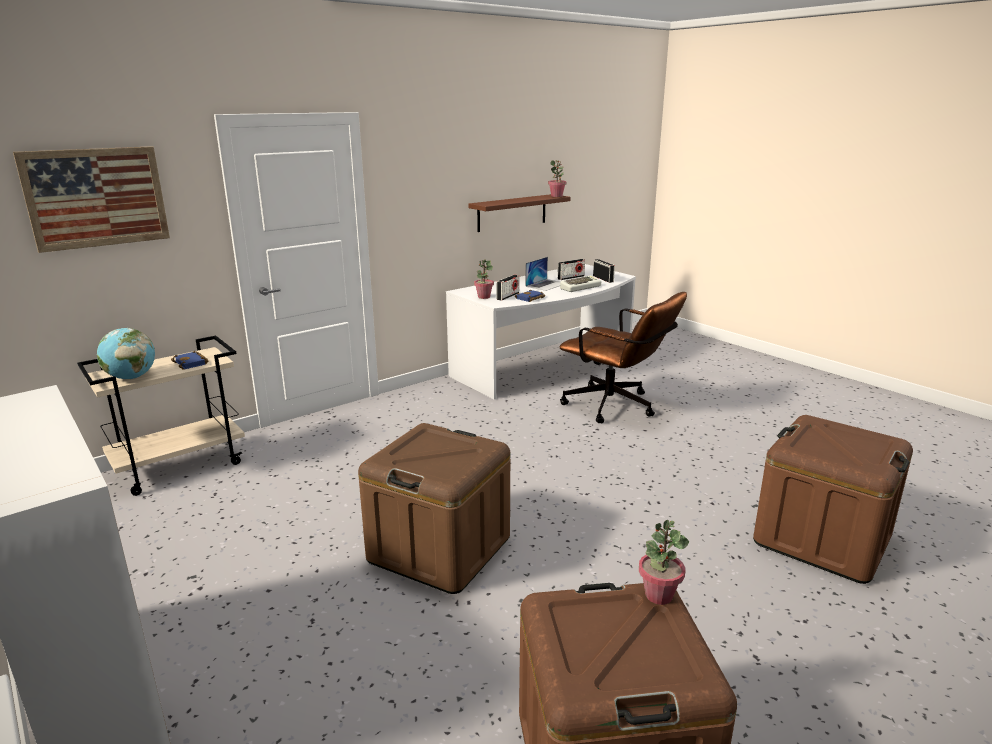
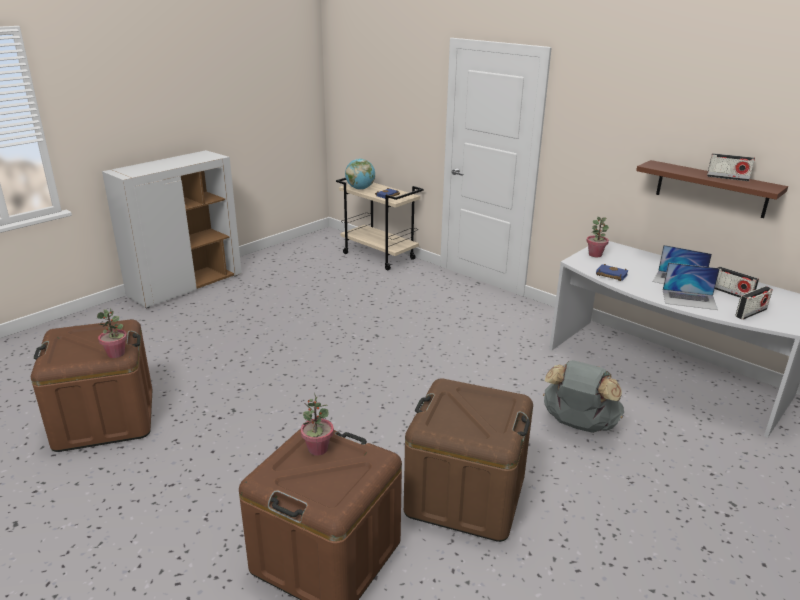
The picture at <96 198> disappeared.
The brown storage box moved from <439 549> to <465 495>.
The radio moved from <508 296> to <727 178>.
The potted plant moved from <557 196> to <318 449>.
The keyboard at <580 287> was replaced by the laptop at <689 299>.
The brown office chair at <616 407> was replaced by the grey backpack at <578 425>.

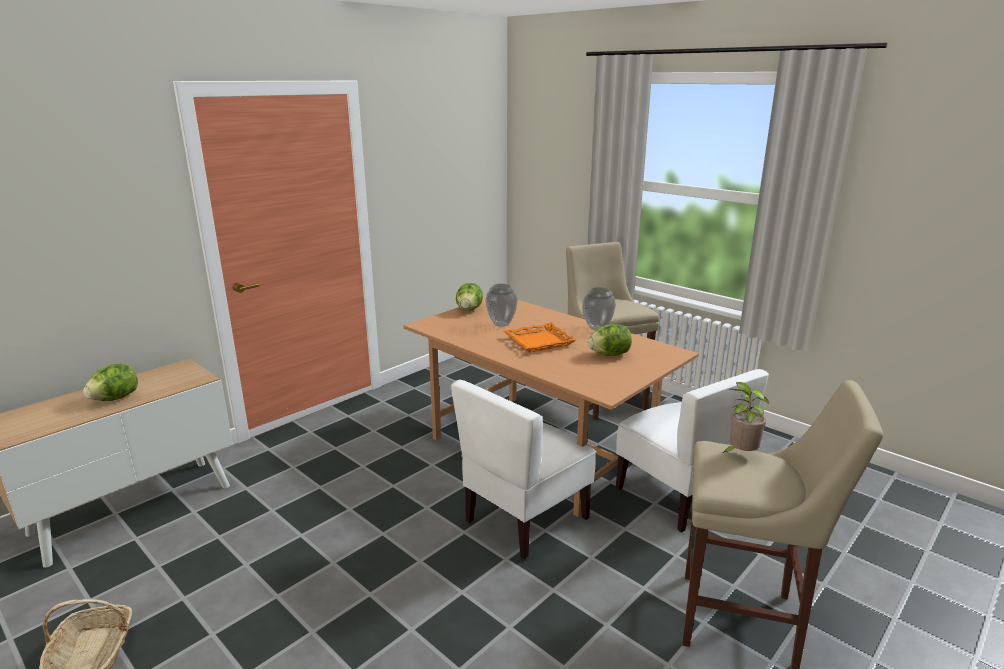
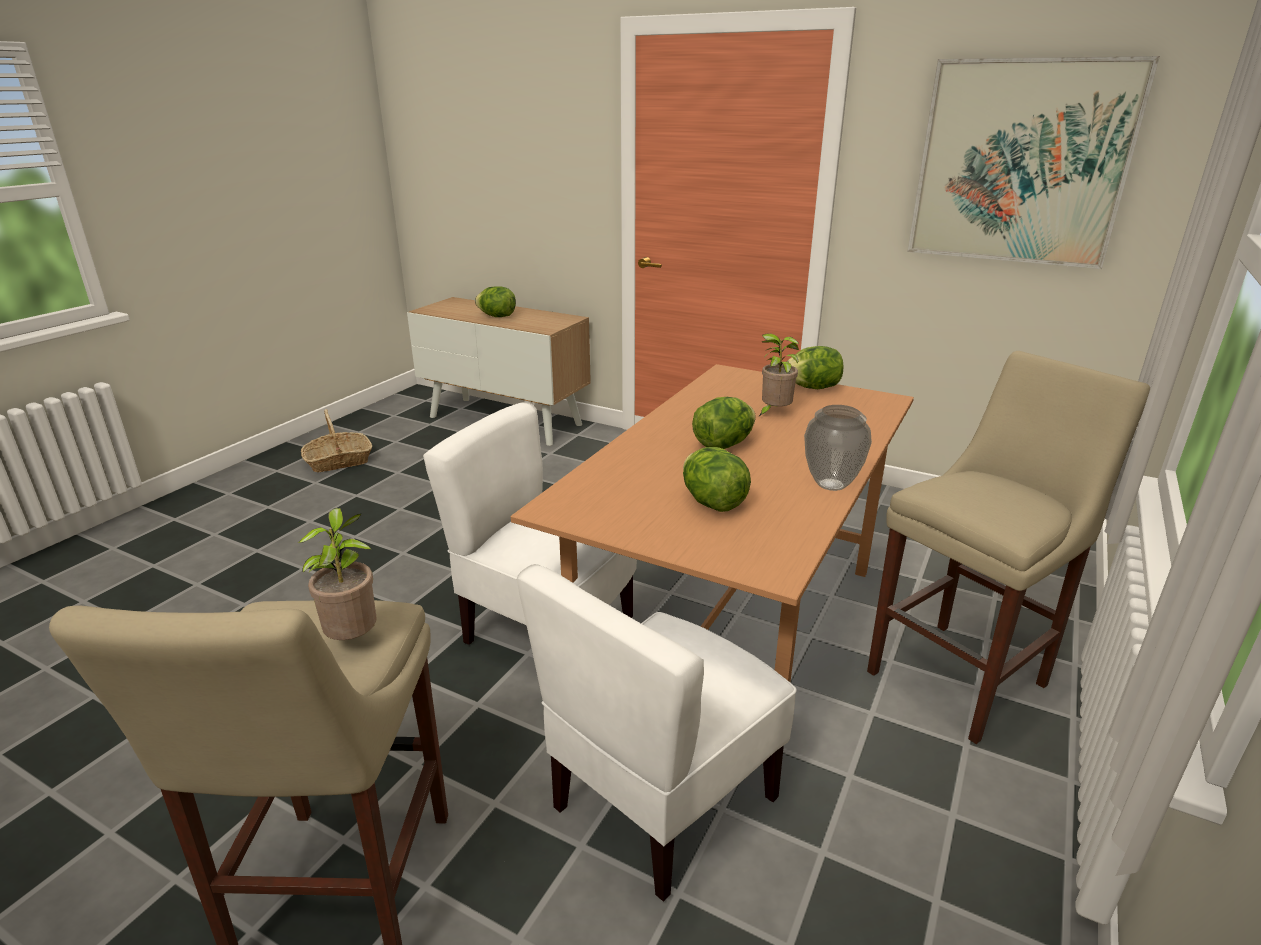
The picture at <1020 163> appeared.
The vase at <501 324> was replaced by the potted plant at <773 413>.
The orange tray at <539 342> was replaced by the lettuce at <723 445>.

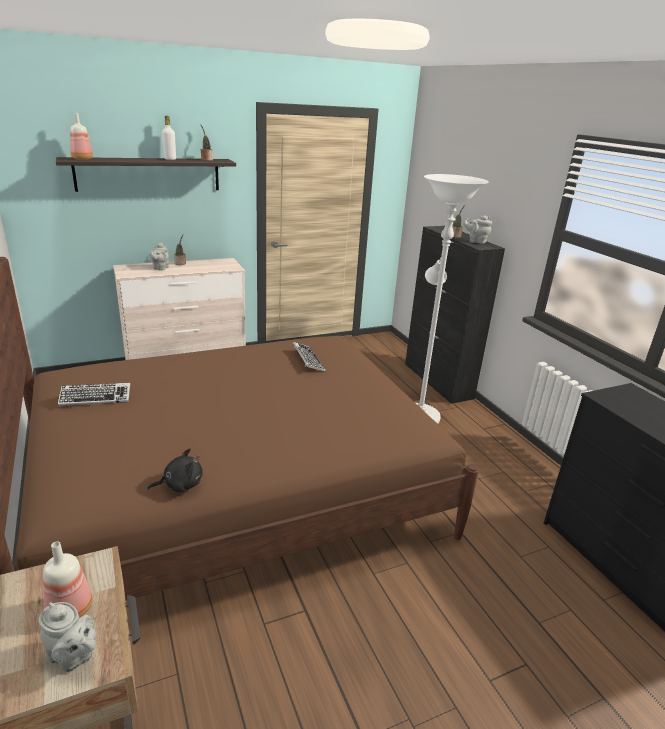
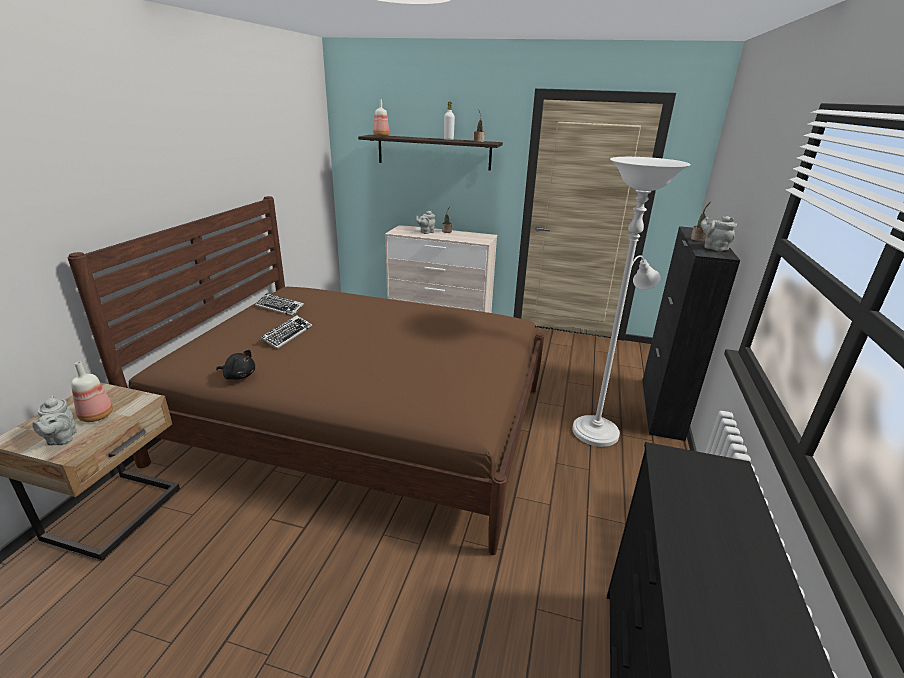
The keyboard moved from <308 360> to <287 335>.

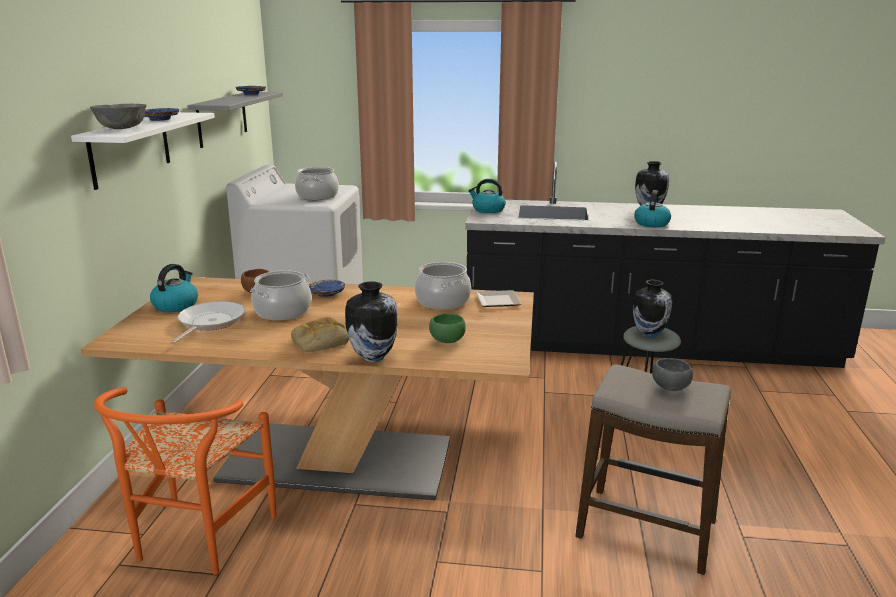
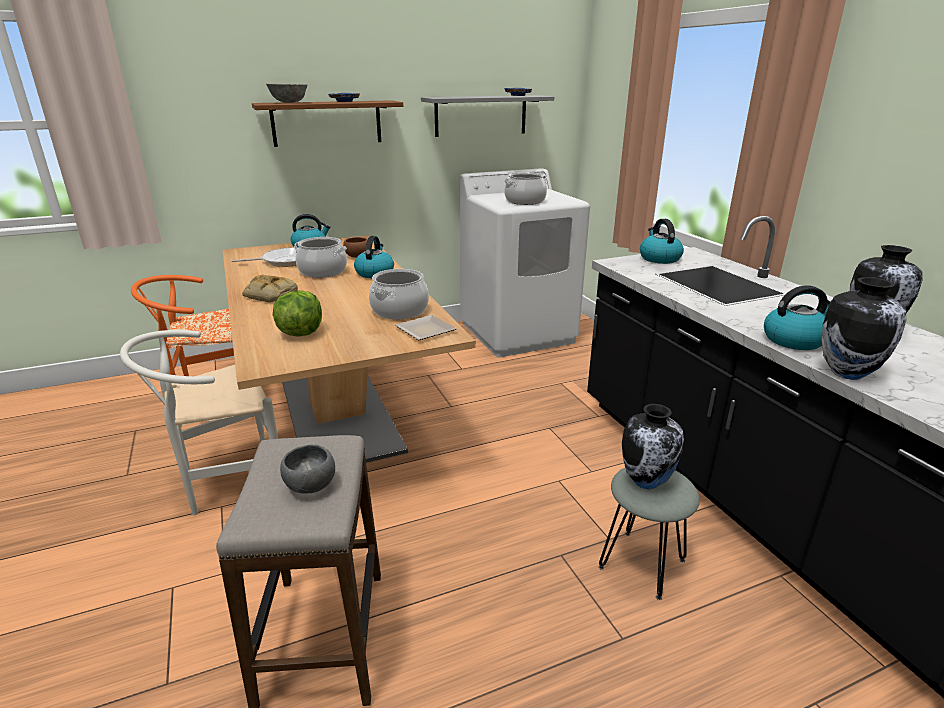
The white chair at <225 482> appeared.
The vase moved from <373 357> to <847 373>.
The blue plate at <326 294> was replaced by the kettle at <374 273>.
The green bowl at <447 341> was replaced by the lettuce at <300 333>.
The white shelf at <130 149> became the brown shelf at <327 123>.

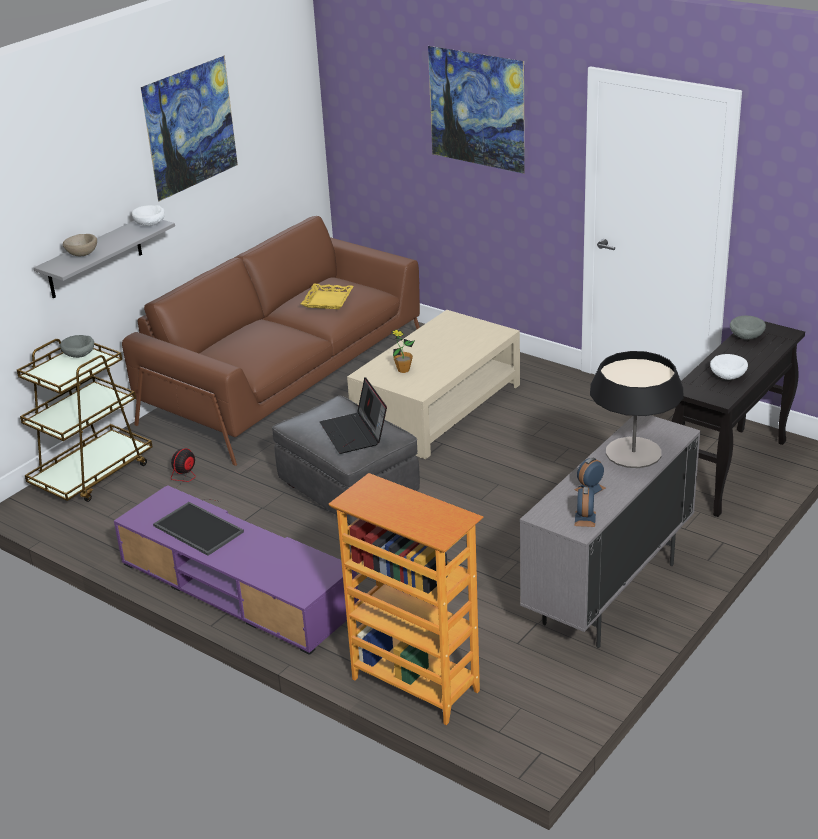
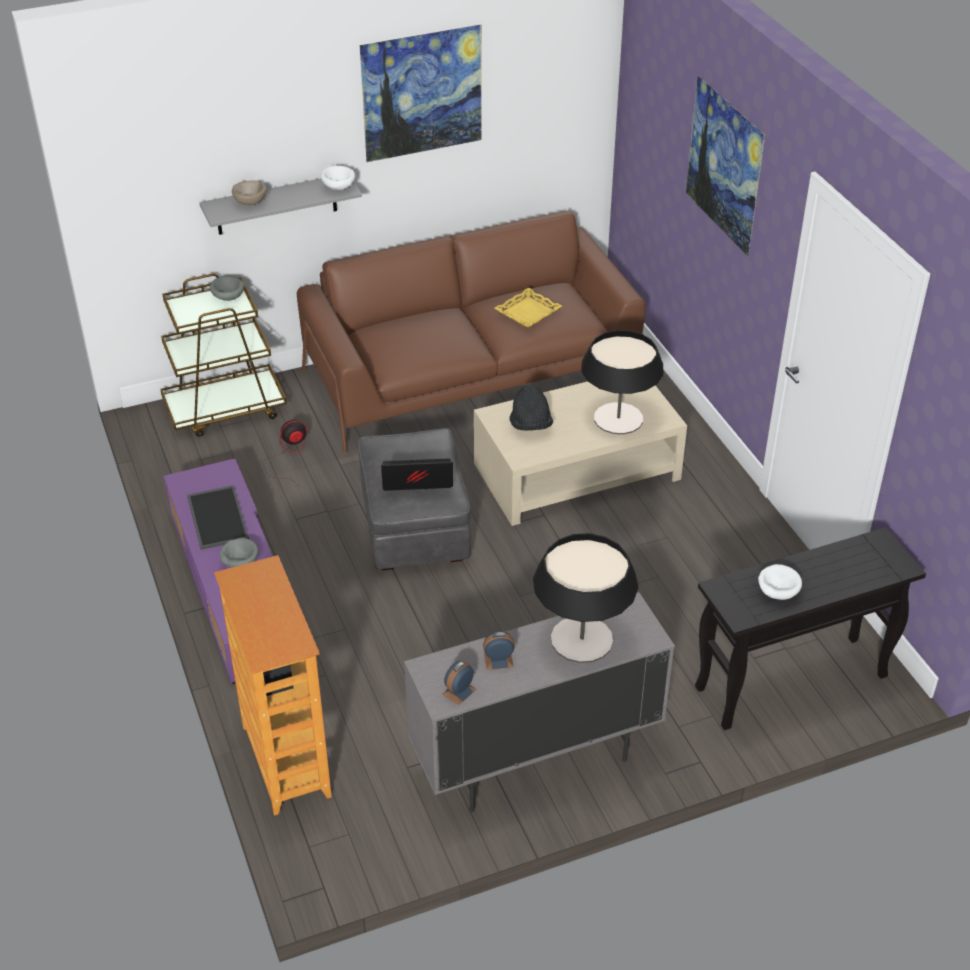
The table lamp at <618 418> appeared.
The grey bowl moved from <745 337> to <240 562>.
The potted plant at <403 370> was replaced by the black hat at <530 425>.
The laptop at <355 433> turned 75 degrees clockwise.

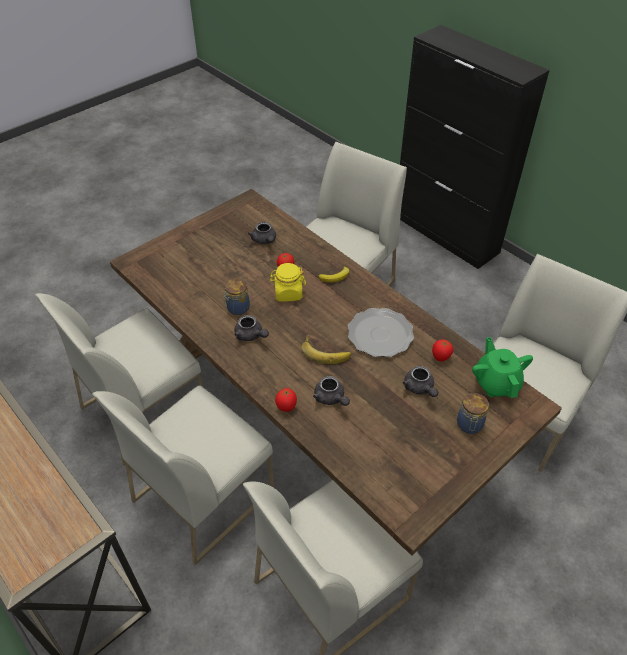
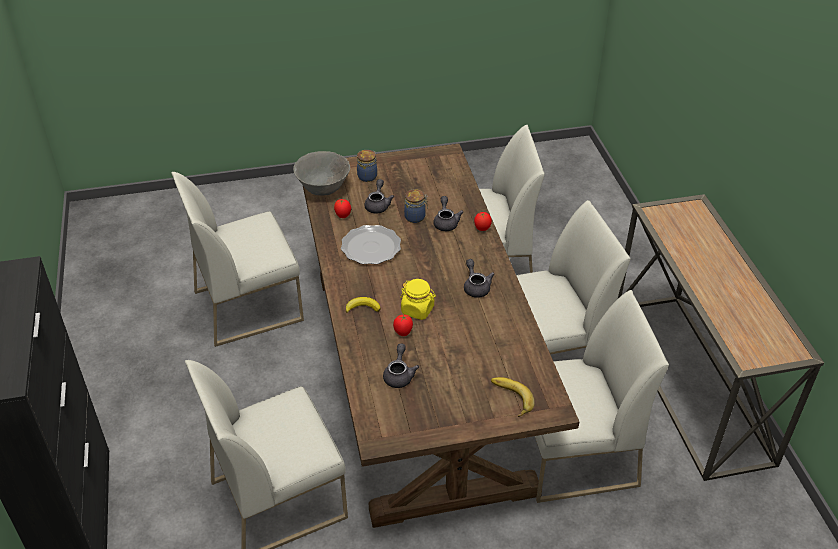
The jar moved from <237 308> to <416 217>.
The banana moved from <326 351> to <510 399>.
The green teapot at <496 383> was replaced by the grey bowl at <323 188>.

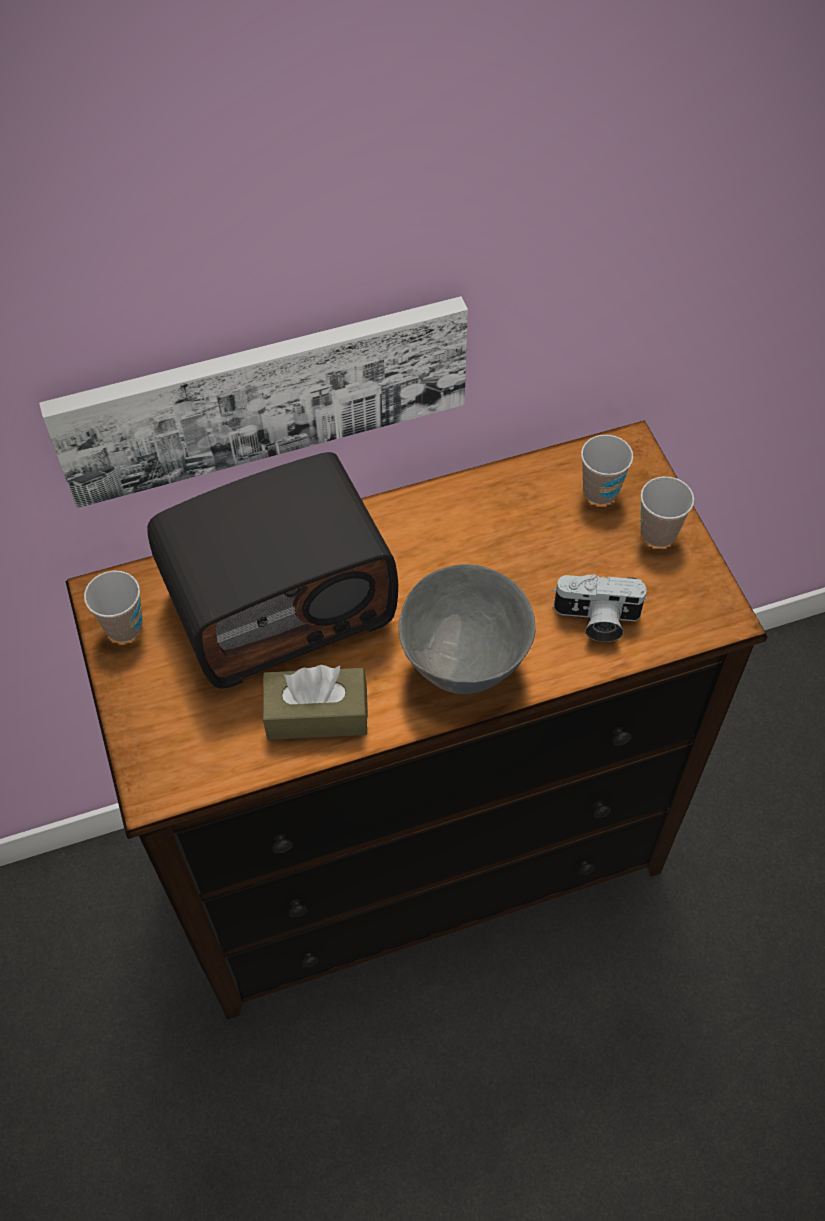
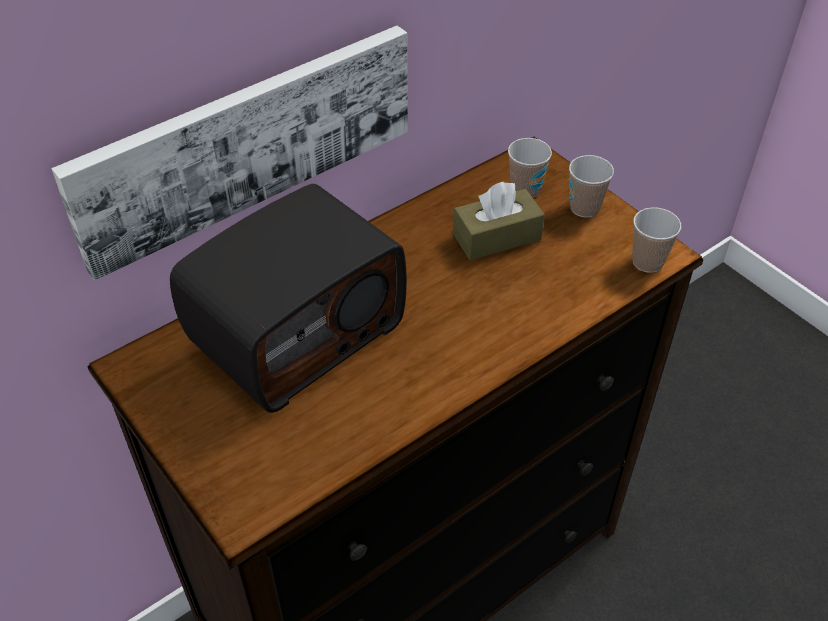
The grey bowl at <466 663> disappeared.
The photo camera at <596 620> disappeared.
The cup moved from <124 627> to <647 262>.
The brown tissue box moved from <317 714> to <497 237>.

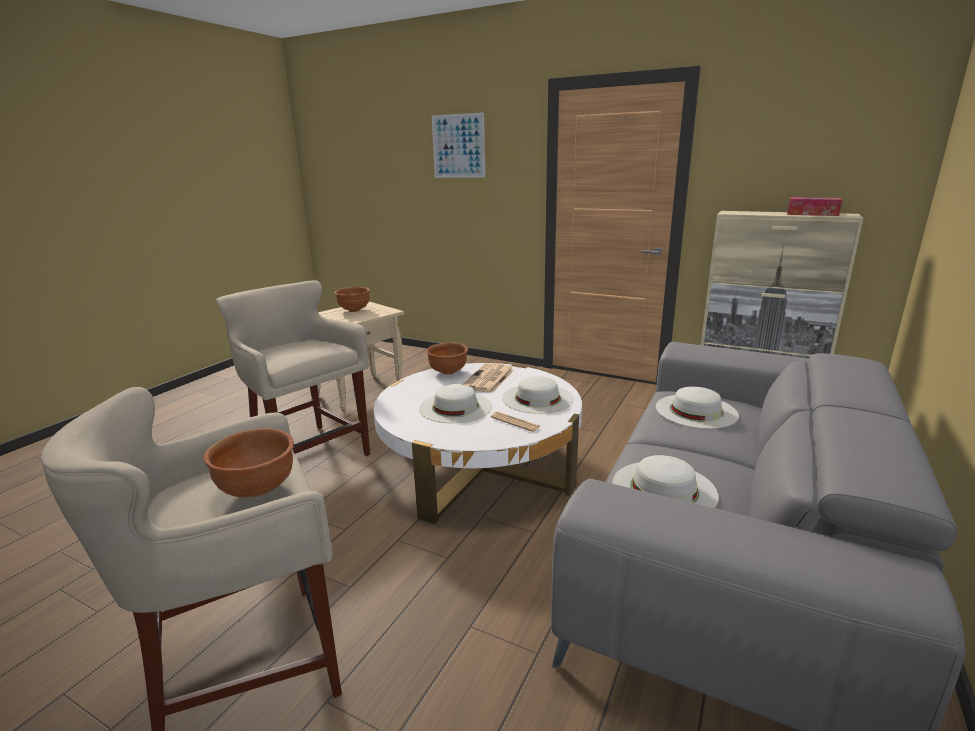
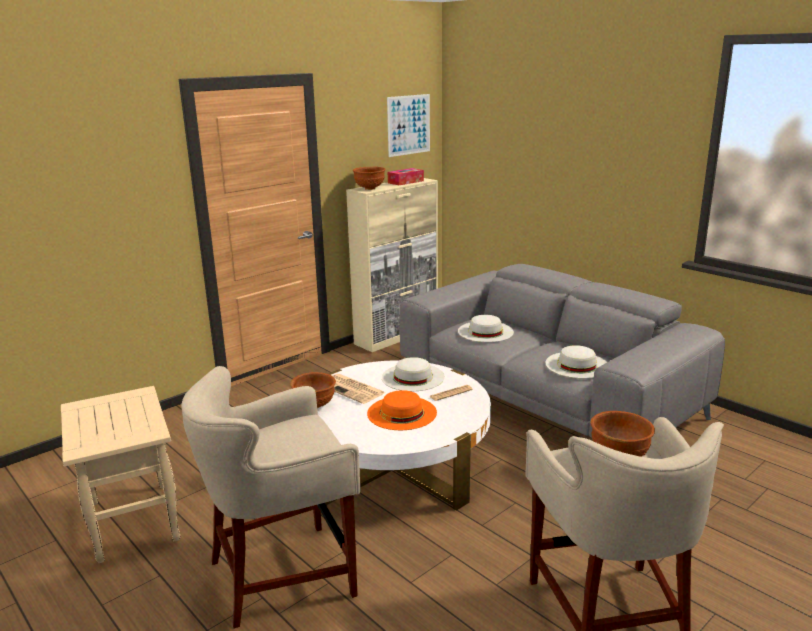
The brown bowl moved from <354 310> to <369 188>.
The picture moved from <458 146> to <409 125>.
The white hat at <455 407> became the orange hat at <401 413>.

